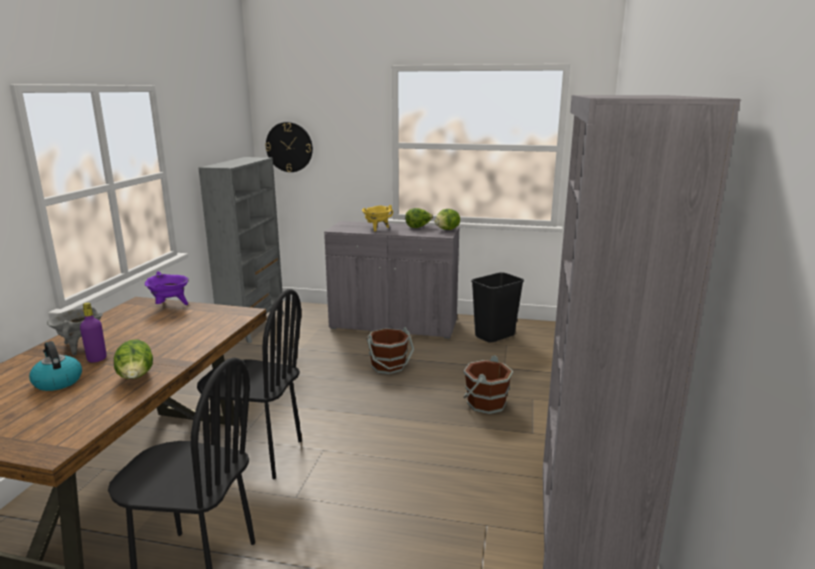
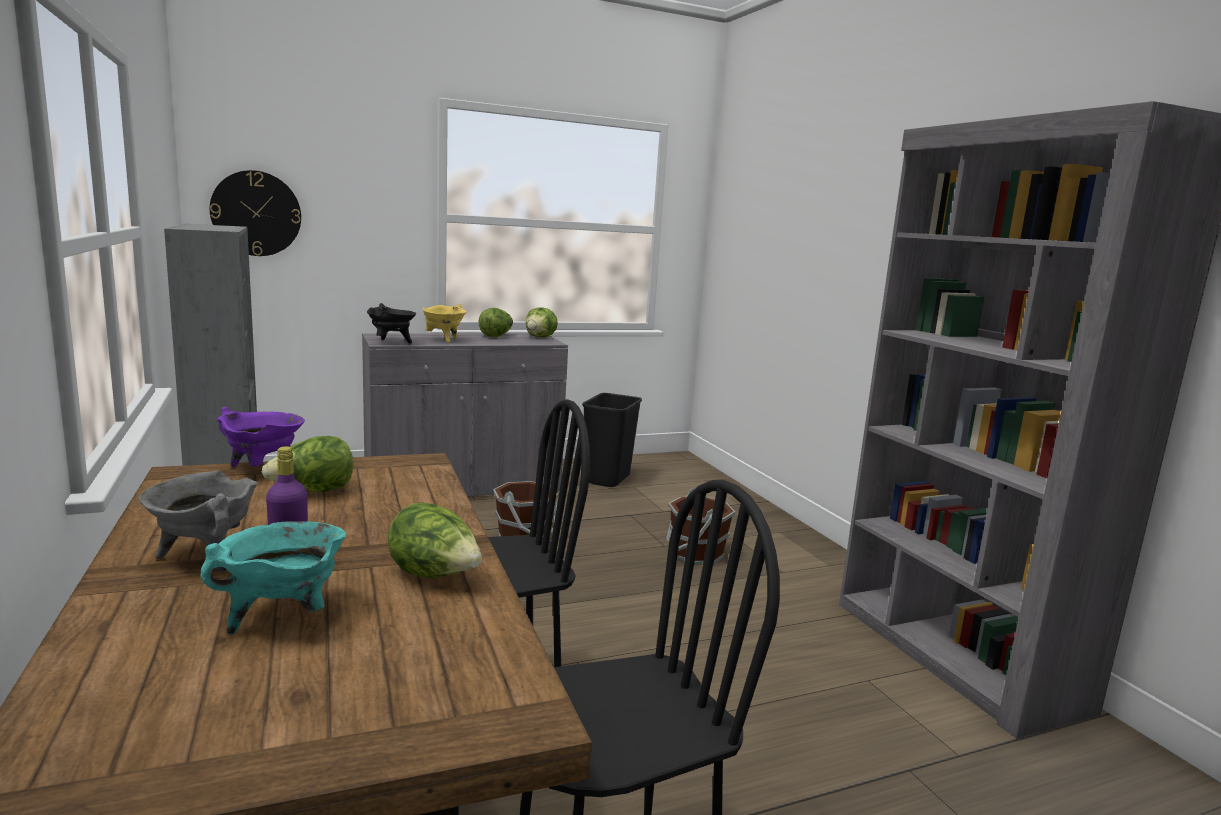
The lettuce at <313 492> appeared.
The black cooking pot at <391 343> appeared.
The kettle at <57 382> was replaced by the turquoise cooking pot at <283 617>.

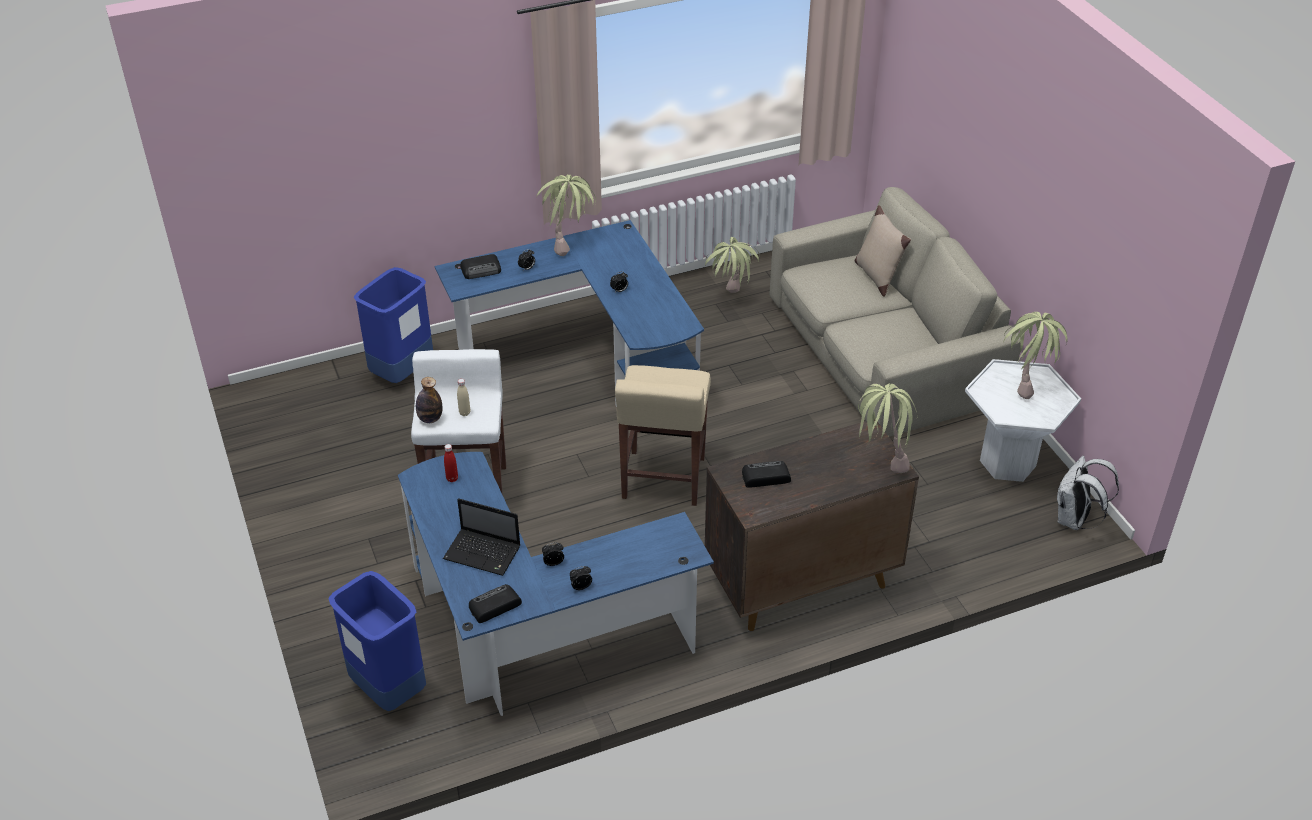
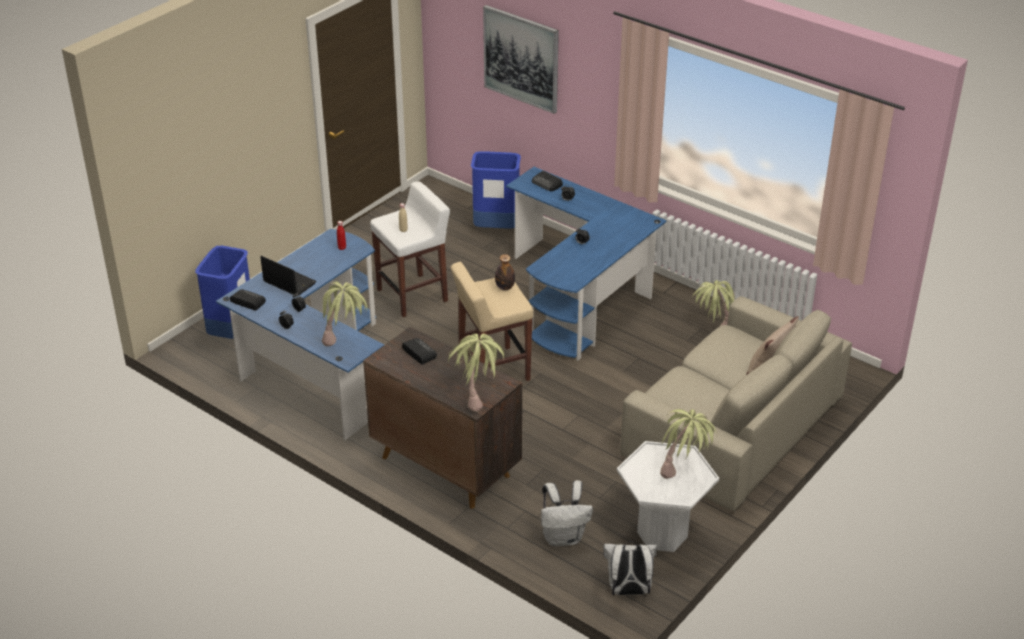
The picture at <521 58> appeared.
The white backpack at <563 537> appeared.
The bottle moved from <430 419> to <505 287>.
The potted plant moved from <569 243> to <345 342>.
The laptop at <484 553> turned 135 degrees clockwise.

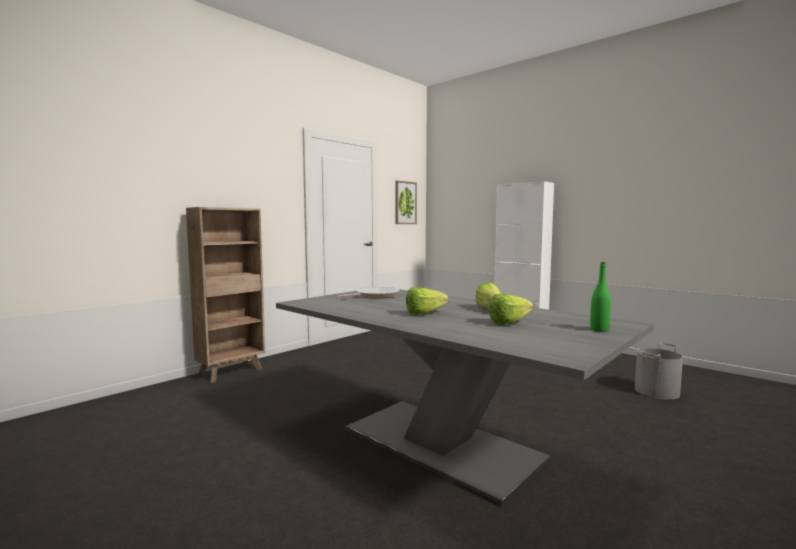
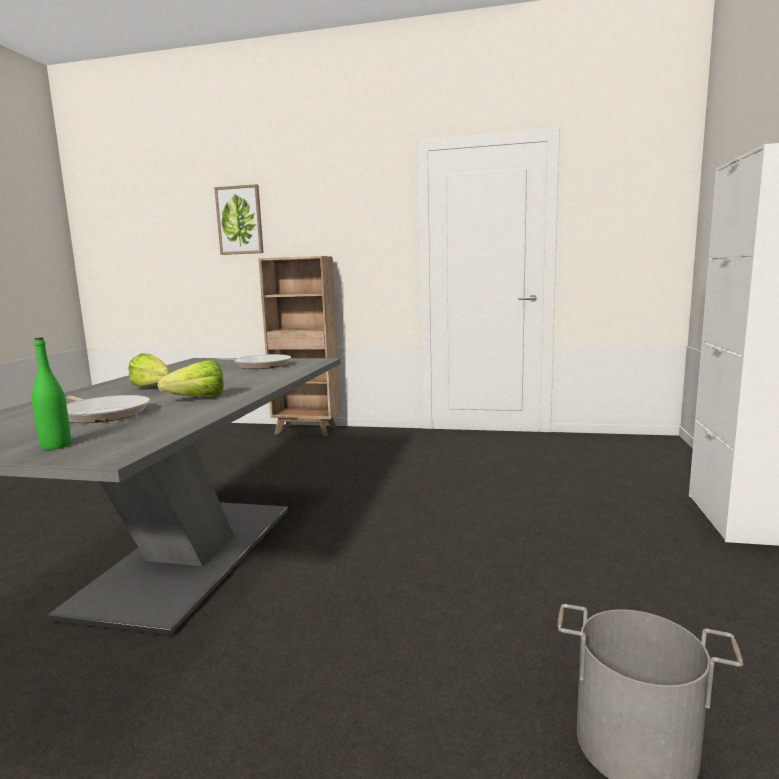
The picture moved from <405 203> to <240 220>.
The lettuce at <513 322> was replaced by the frying pan at <103 414>.

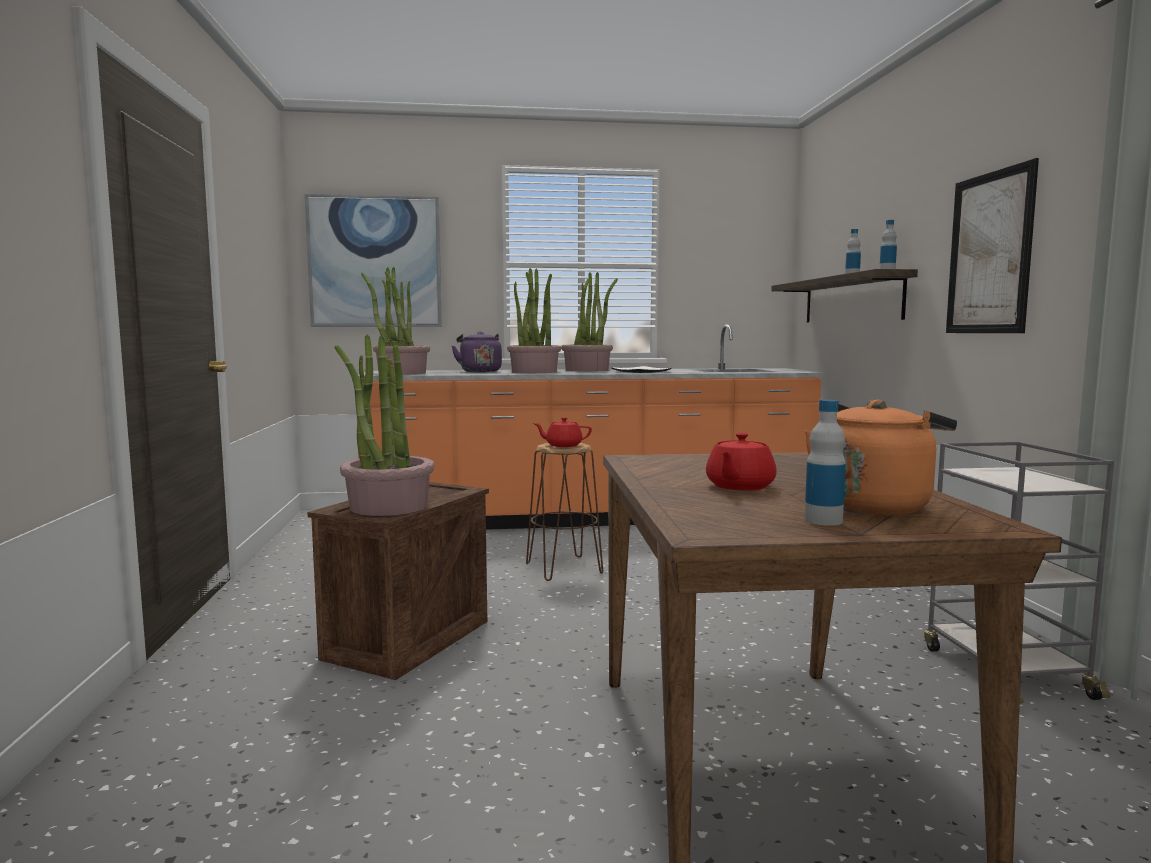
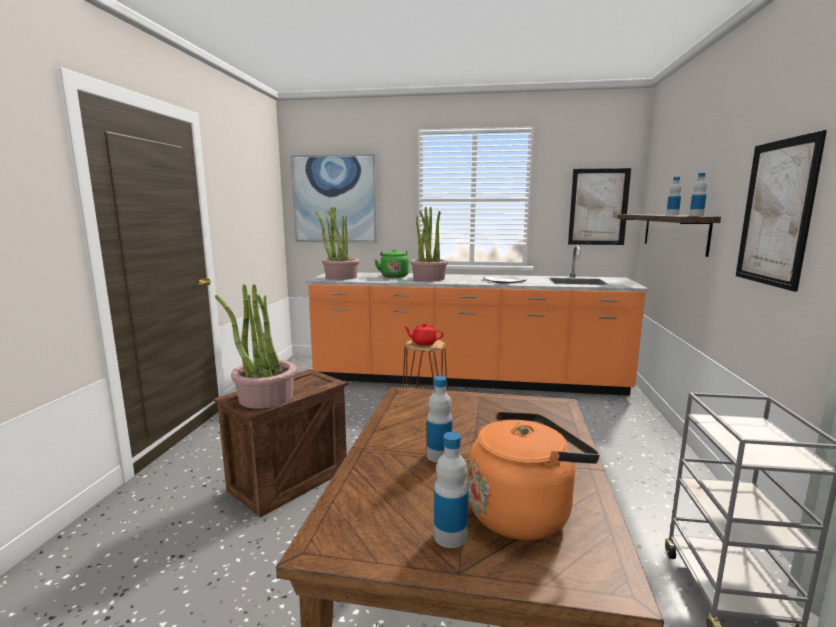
The potted plant at <587 370> disappeared.
The picture at <598 207> appeared.
The red teapot at <739 487> was replaced by the bottle at <439 456>.
The purple kettle at <479 371> became the green kettle at <394 276>.

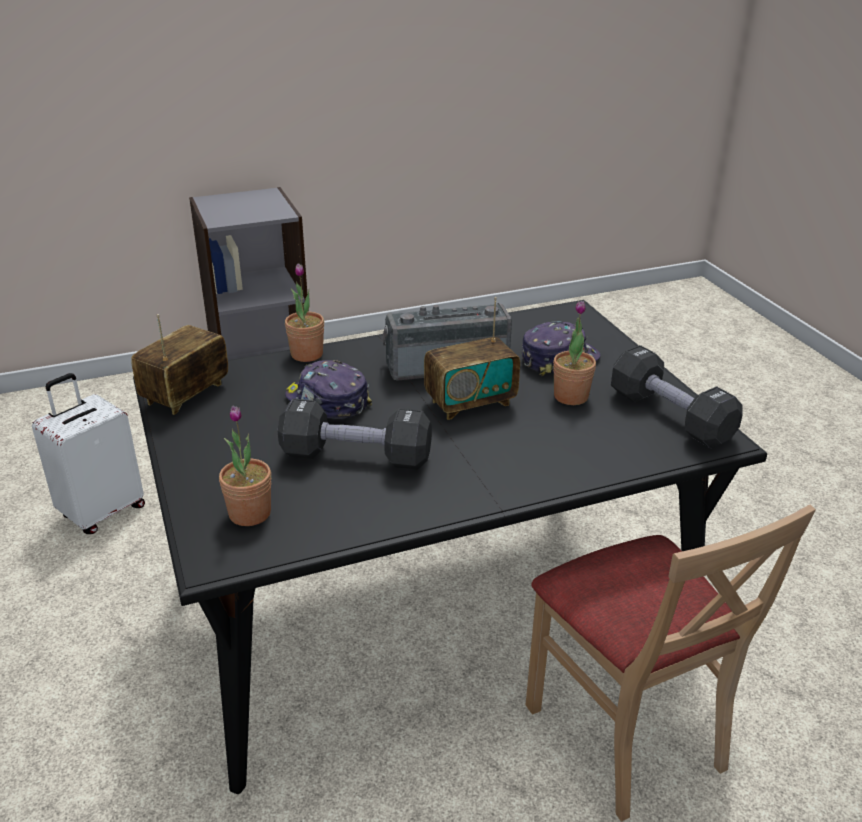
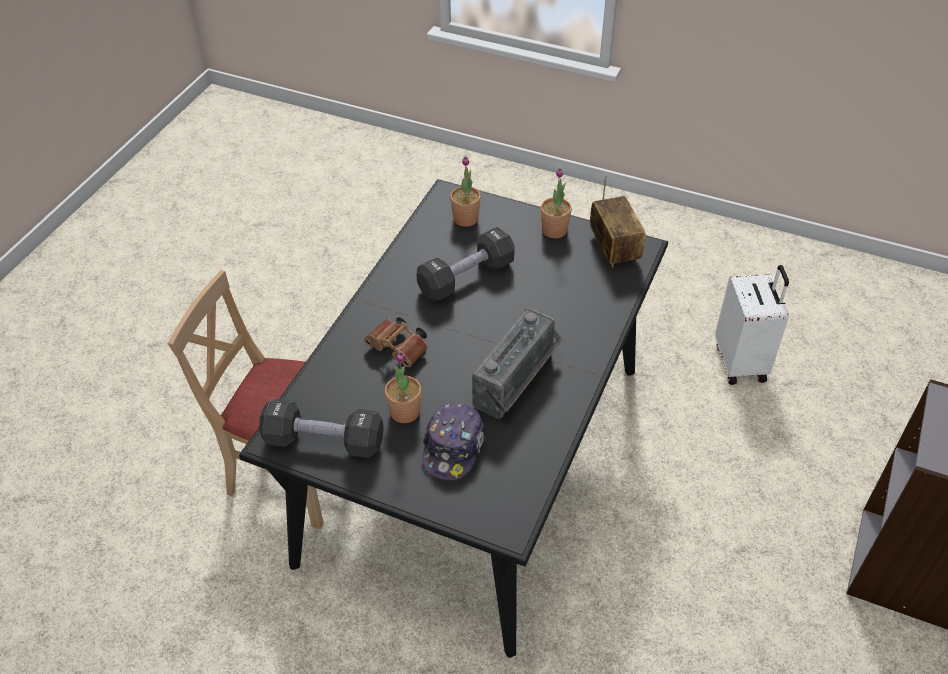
The cap at <327 402> disappeared.
The radio at <470 403> disappeared.
The brown binoculars at <400 349> appeared.
The potted plant moved from <307 354> to <554 230>.

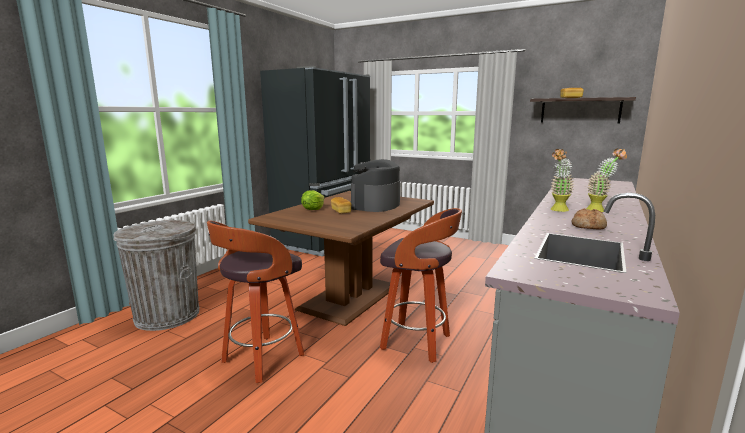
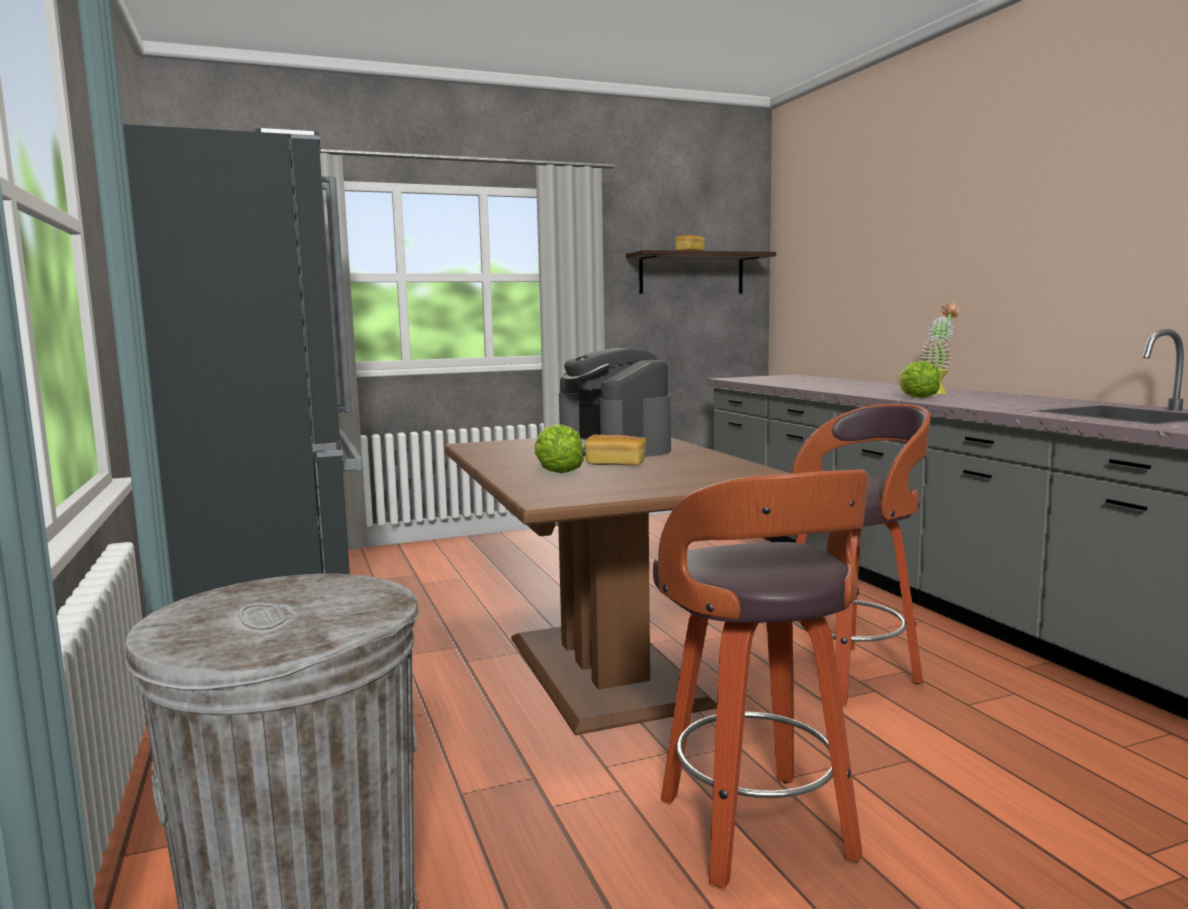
The bread at <588 226> disappeared.
The potted plant at <557 210> was replaced by the lettuce at <916 398>.

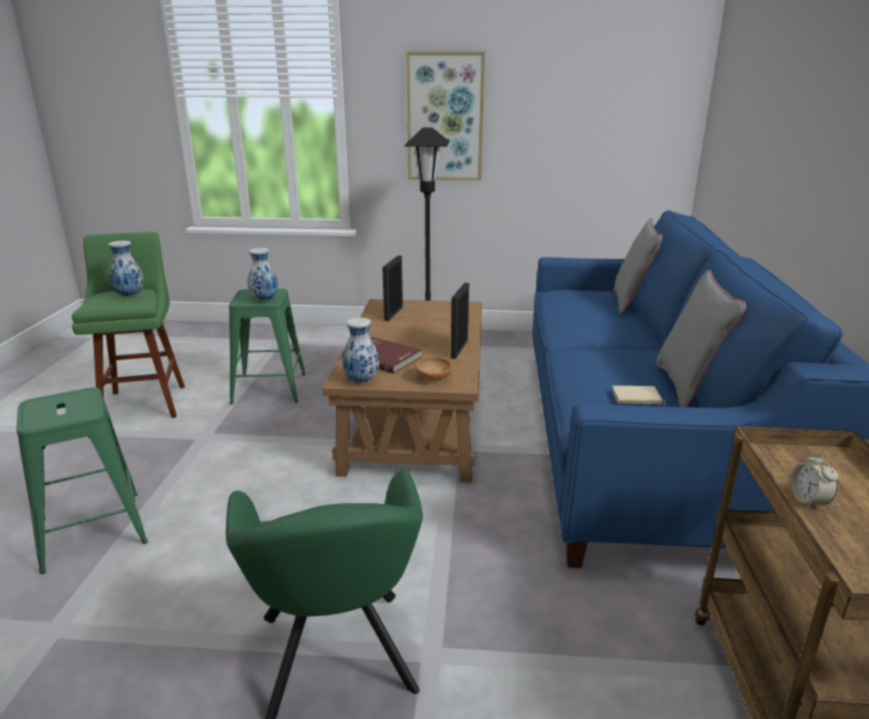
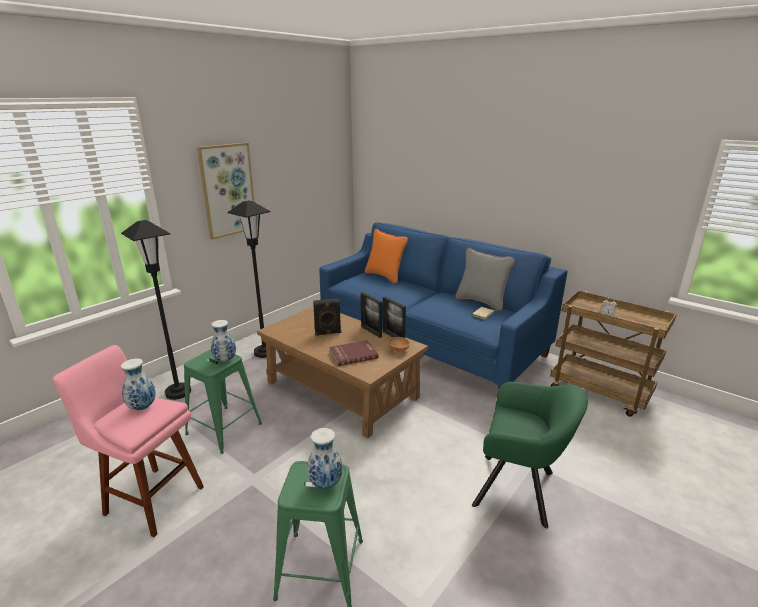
The black floor lamp at <178 392> appeared.
The black speaker at <328 333> appeared.
The vase moved from <362 380> to <326 483>.
The picture frame moved from <393 313> to <393 336>.
The green stool at <145 402> became the pink stool at <151 498>.
The grey pillow at <631 302> became the orange pillow at <385 276>.

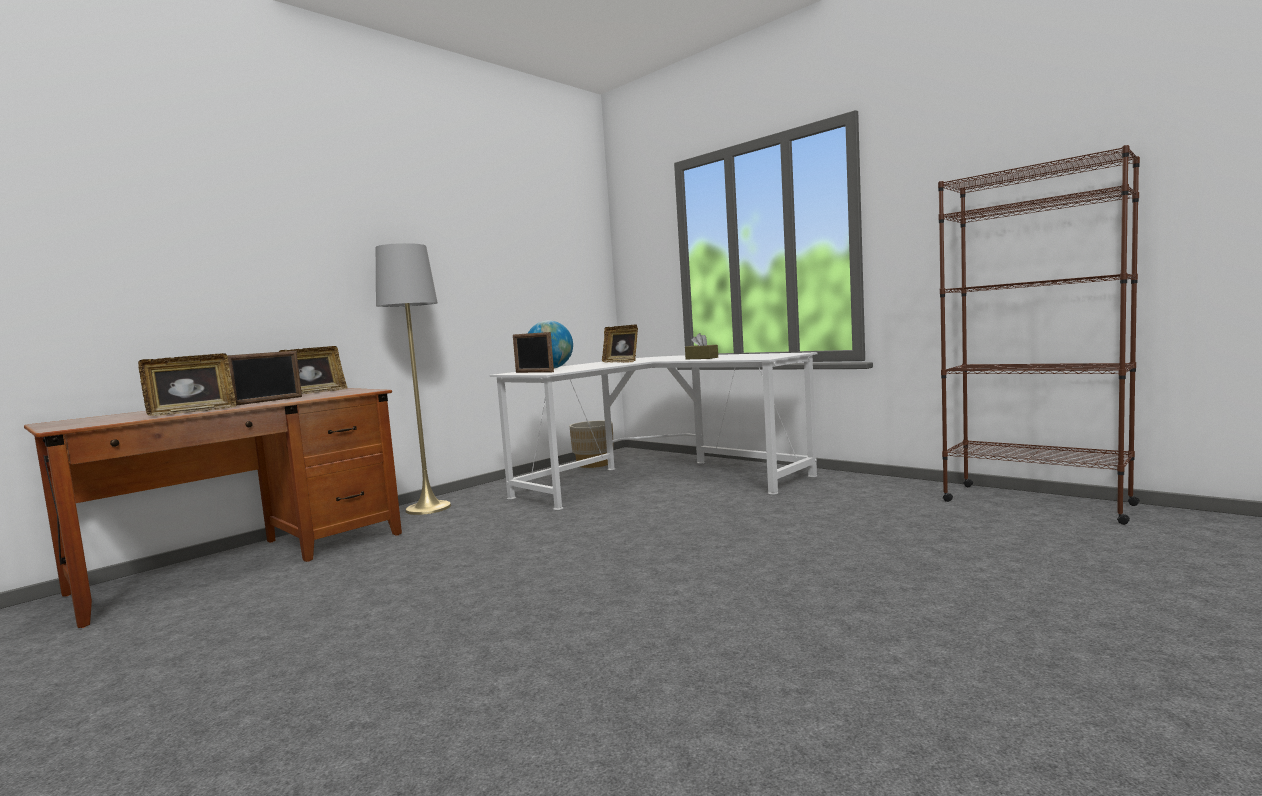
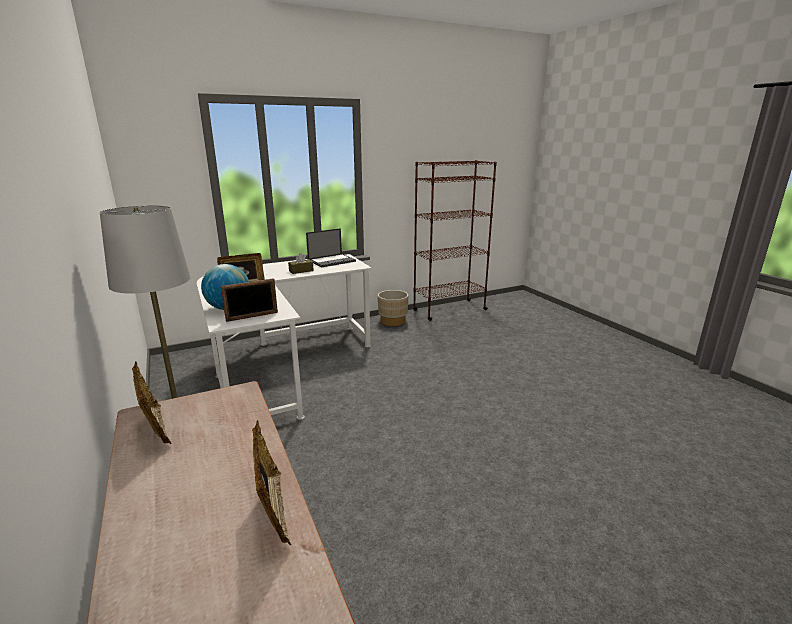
The picture frame at <268 401> disappeared.
The laptop at <332 261> appeared.
The beige planter moved from <594 464> to <393 321>.

